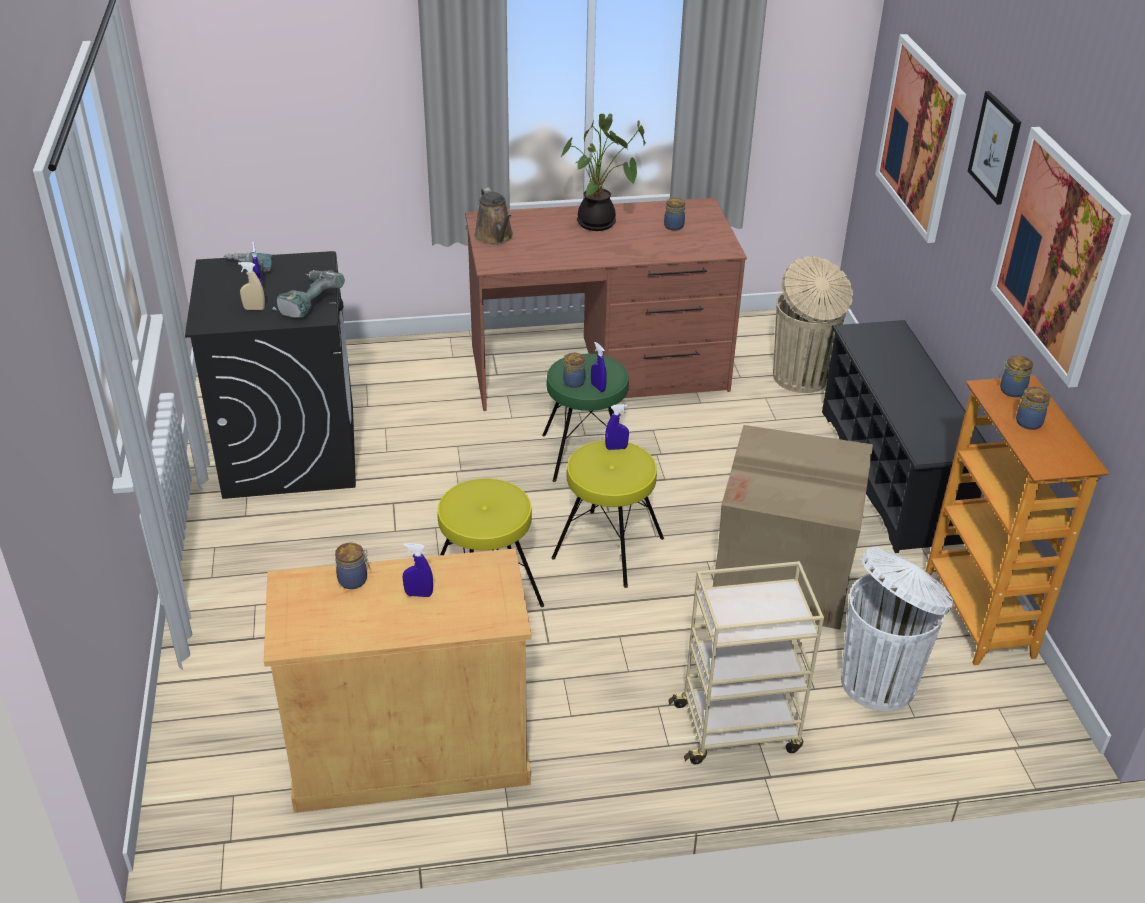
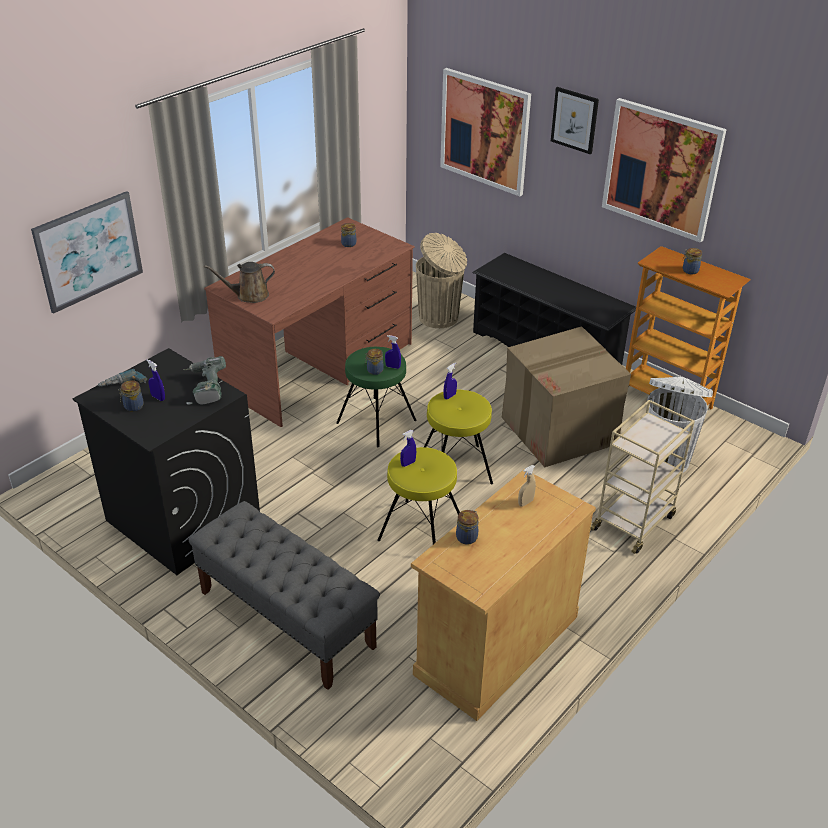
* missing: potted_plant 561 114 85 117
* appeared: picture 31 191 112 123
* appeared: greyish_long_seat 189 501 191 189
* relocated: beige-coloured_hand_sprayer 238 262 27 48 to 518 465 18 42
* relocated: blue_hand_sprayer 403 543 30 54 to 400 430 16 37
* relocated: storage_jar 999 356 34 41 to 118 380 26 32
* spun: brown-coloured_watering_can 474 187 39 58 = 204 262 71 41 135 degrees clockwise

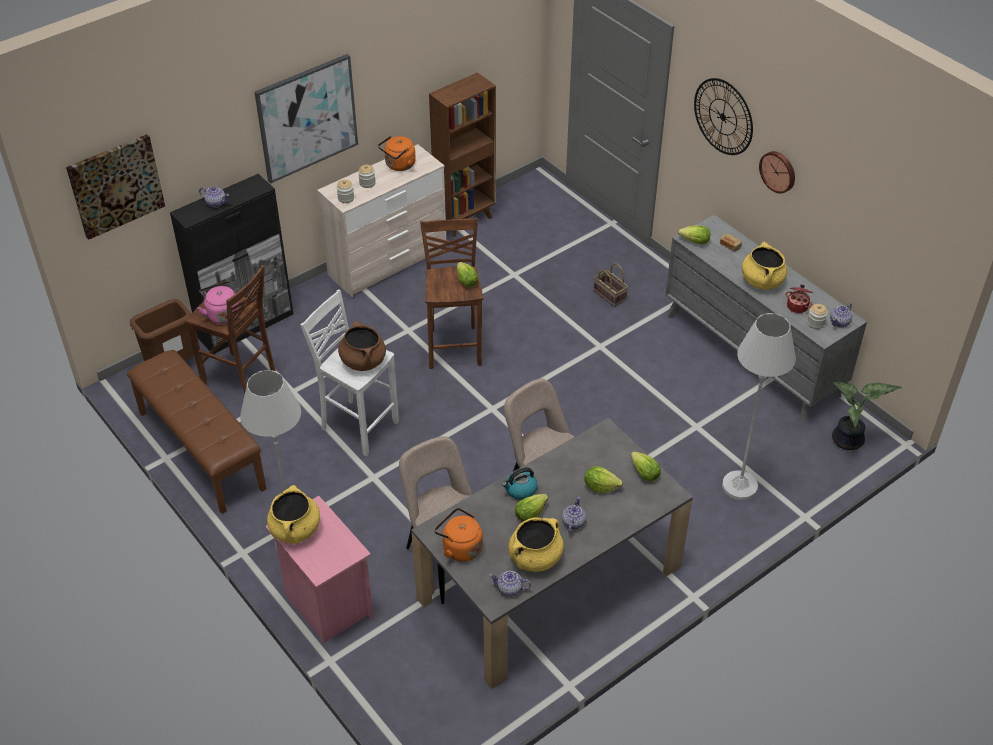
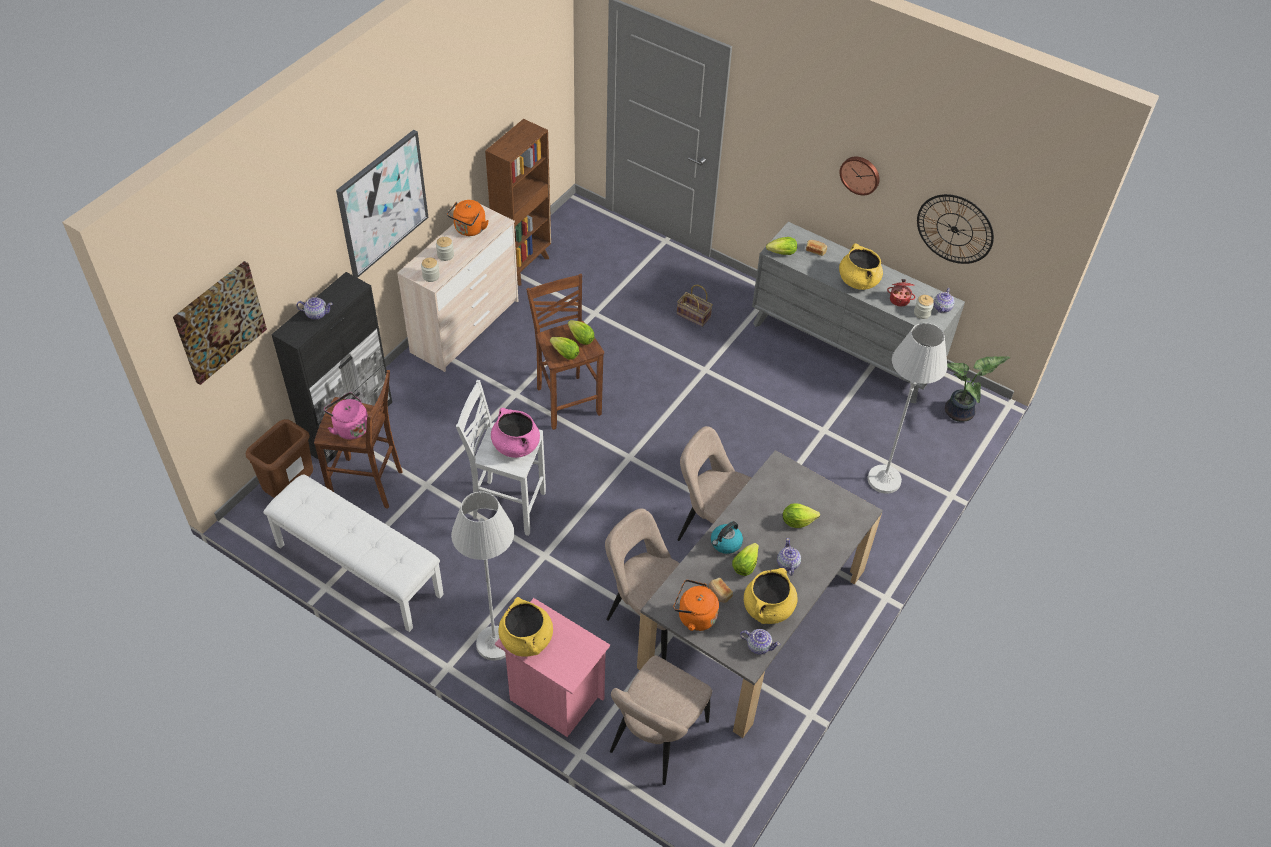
* appeared: beige-coloured_upright_chair 610 656 102 129
* appeared: baked_bread 709 578 24 25
* relocated: lettuce 630 452 31 30 to 550 337 29 23
* relocated: wall_clock 694 78 59 77 to 917 194 77 70
* colour: brown-coloured_long_seat 127 350 139 164 to white_long_seat 264 474 180 158
* colour: brown-coloured_cooking_pot 338 321 48 50 to pink-coloured_cooking_pot 491 408 49 50
* spun: tea_pot 489 571 42 26 = 740 629 40 26 150 degrees counterclockwise

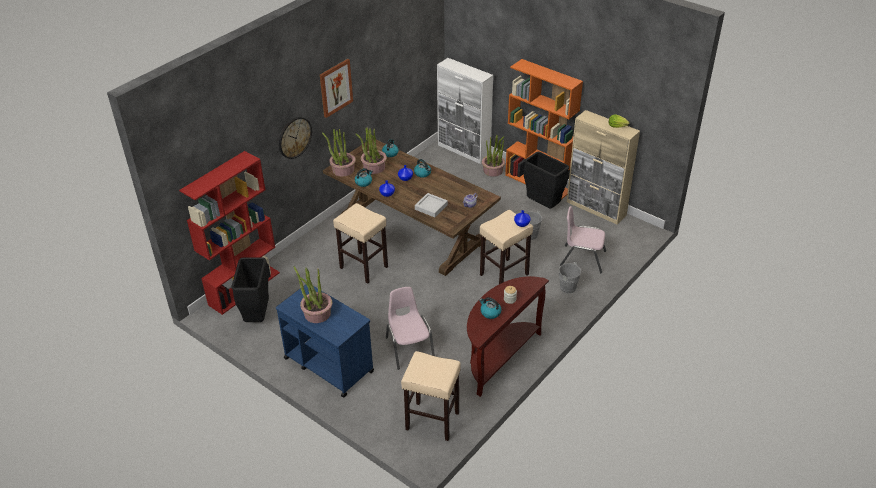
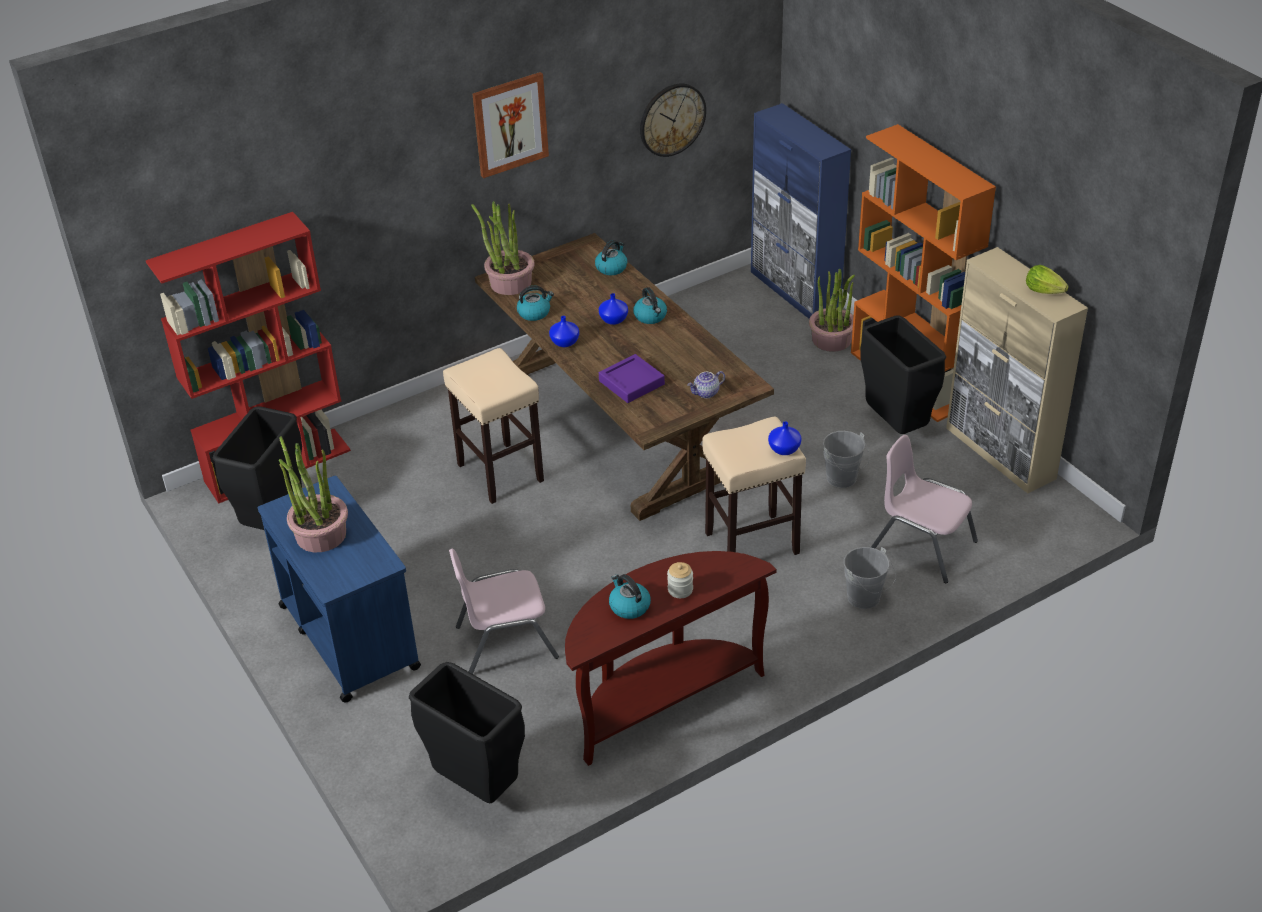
* missing: potted_plant 356 127 31 47
* relocated: wall_clock 279 117 33 42 to 640 84 66 73
* exchanged: beige-coloured_stool_seat 401 351 60 90 to black_trash_can 409 662 116 142
* colour: greyish_tray 415 193 33 24 to purplish_tray 599 354 66 49
* colour: white_storage_cabinet 437 58 56 106 to blue_storage_cabinet 751 103 100 216
* spun: pink-coloured_upright_chair 386 287 49 83 = 449 548 110 126 105 degrees counterclockwise

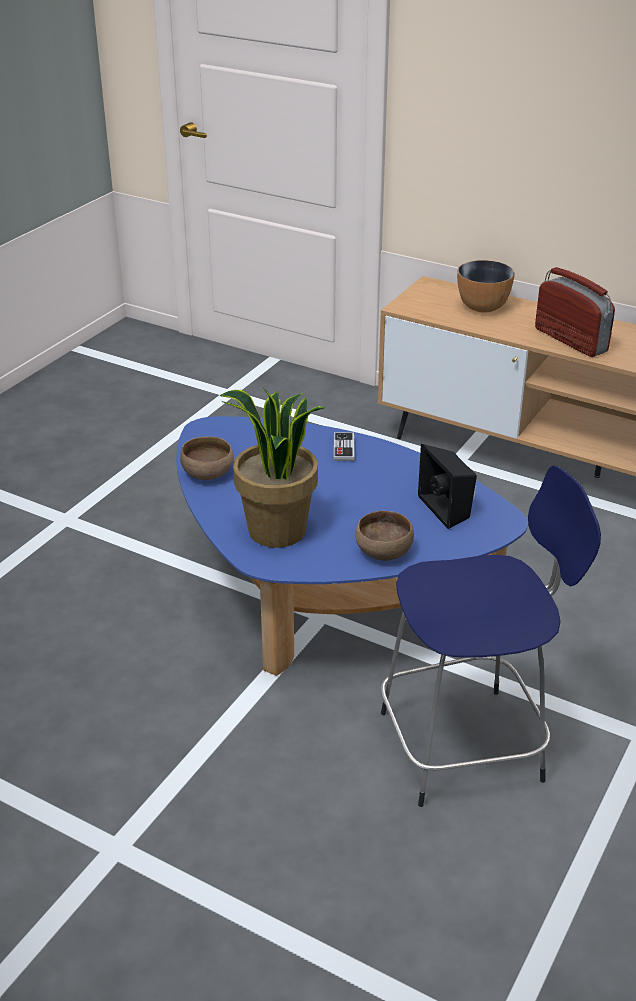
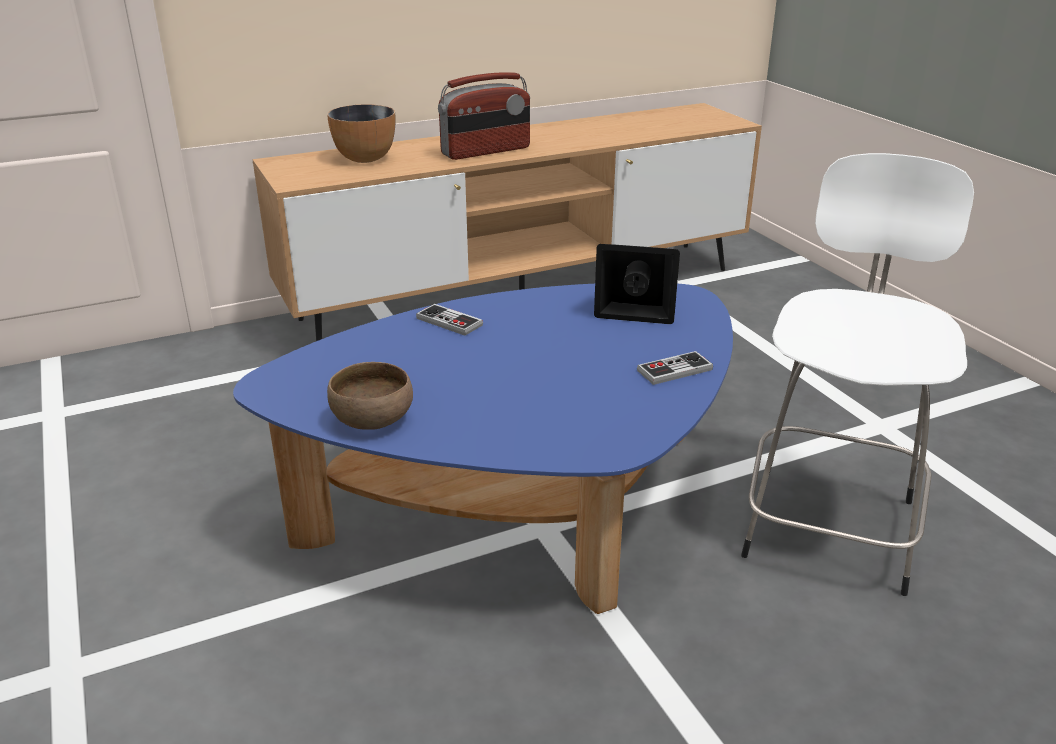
* missing: potted_plant 220 388 105 160
* exchanged: brown-coloured_deep_dish 355 511 59 50 to game_controller 637 351 76 34
* colour: blue_stool_seat 381 465 220 342 to white_stool_seat 741 153 233 443
* spun: radio_receiver 535 267 80 90 = 438 72 92 88 150 degrees clockwise

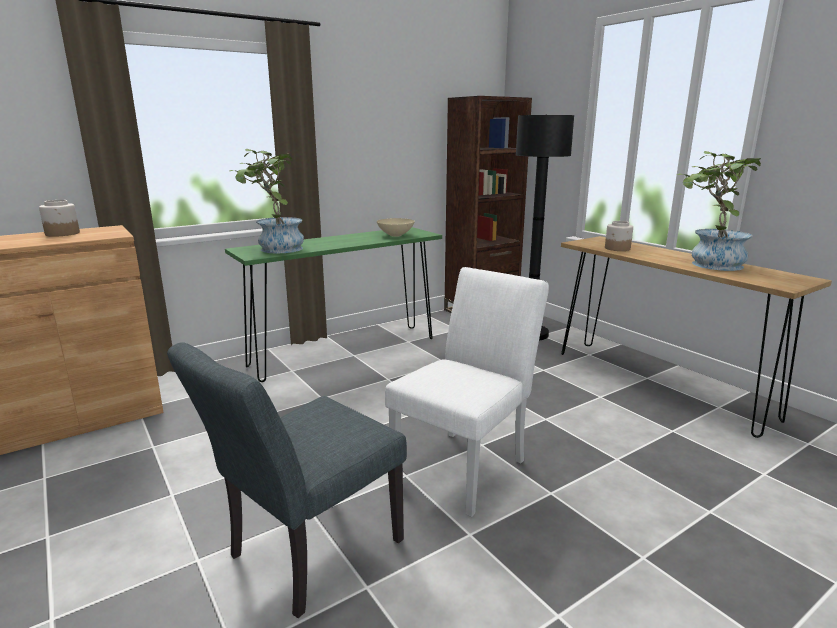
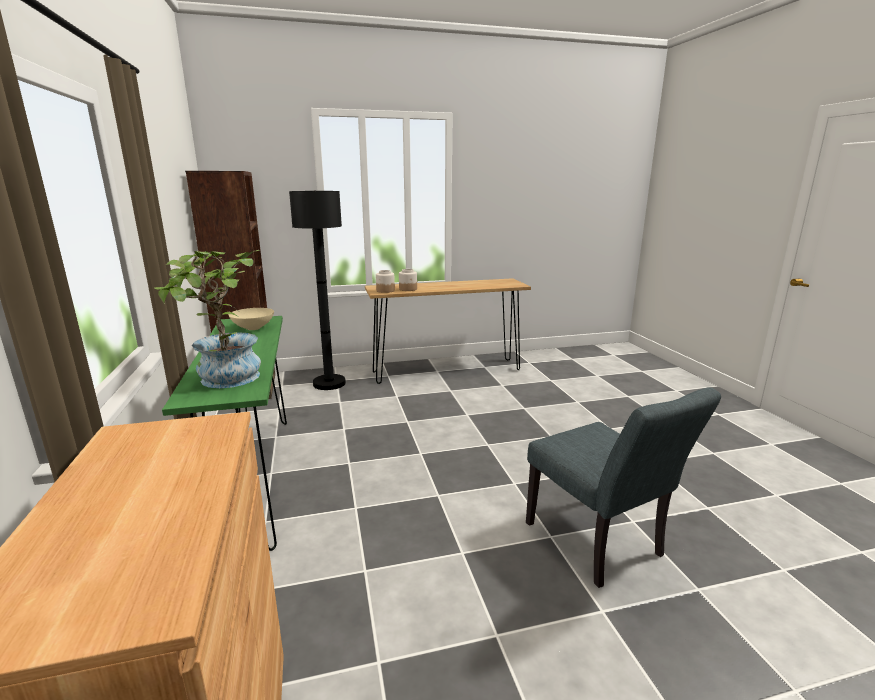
* missing: white_upright_chair 385 267 164 250
* missing: potted_plant 677 151 84 120
* relocated: storage_jar 39 200 41 37 to 376 270 19 23

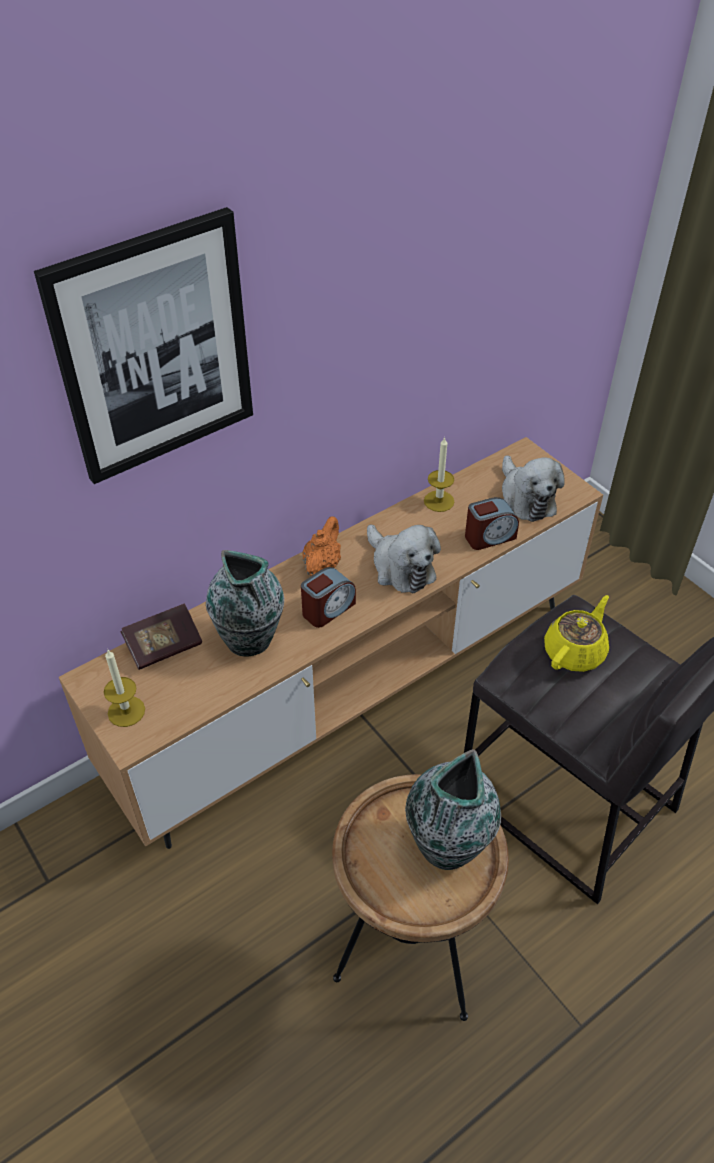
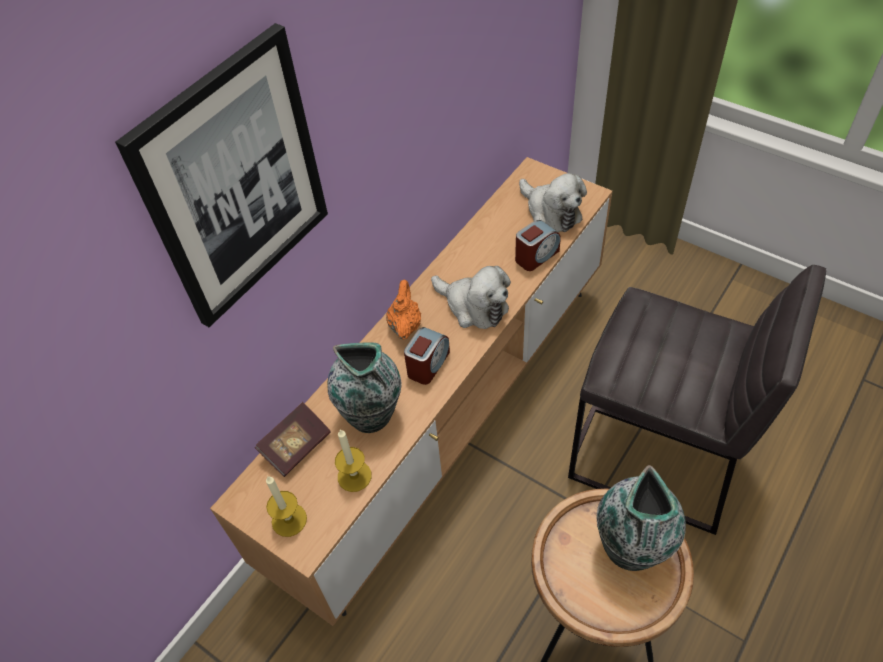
* missing: yellow-coloured_tea_pot 544 595 65 77
* relocated: wax_light 424 437 30 75 to 335 429 37 63

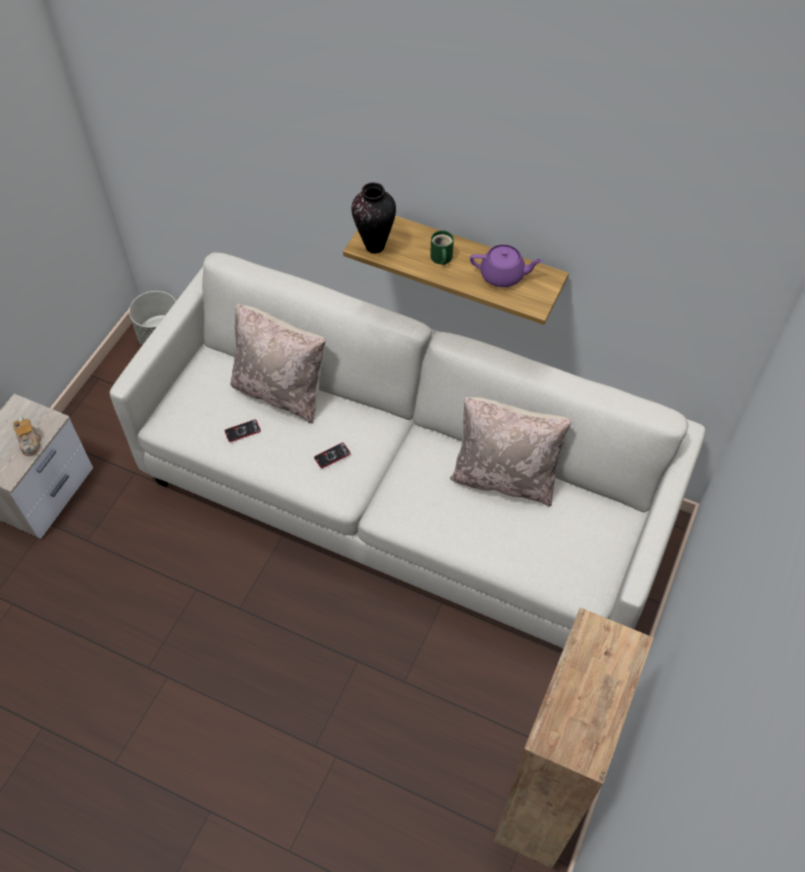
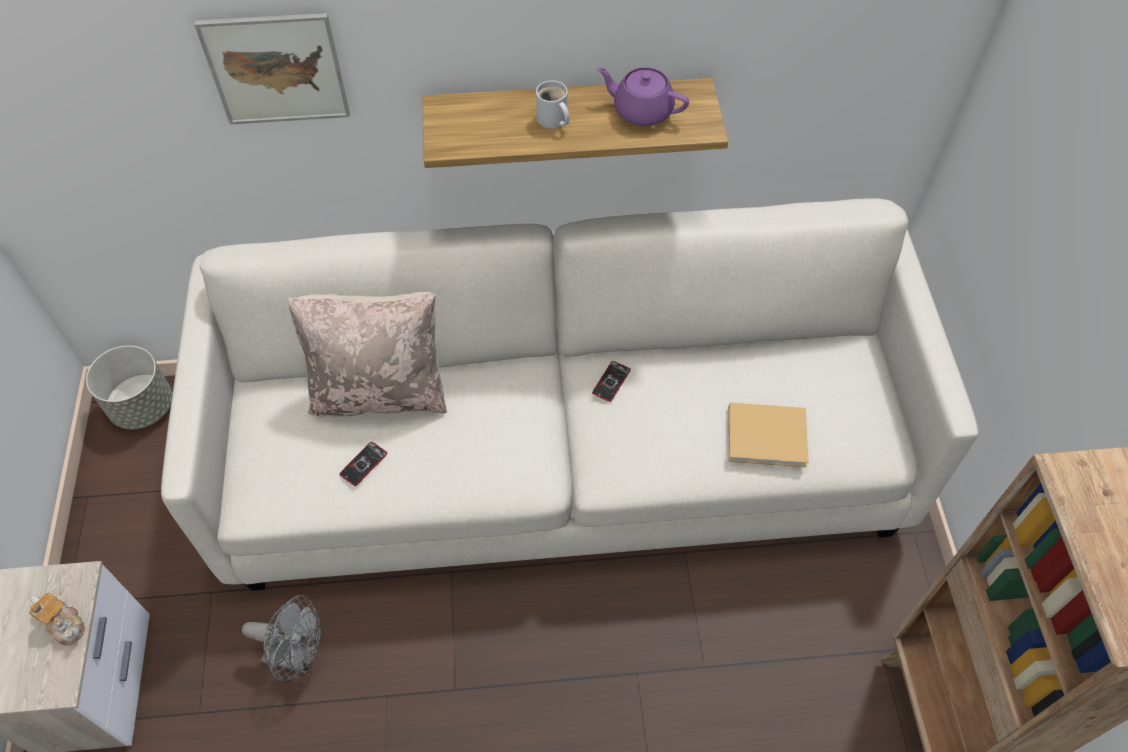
* missing: decorative_vase 351 182 45 71
* missing: beige-coloured_throw_pillow 450 396 122 110
* appeared: picture 194 13 156 111
* appeared: greyish_electric_fan 242 595 79 87
* appeared: beige-coloured_bound_book 728 403 81 64
* relocated: phone 314 443 37 25 to 592 361 39 41
* colour: green_coffee_mug 430 230 24 35 to white_coffee_mug 536 80 34 49
* spun: purplish_tea_pot 470 244 73 43 = 597 67 92 59 135 degrees counterclockwise

